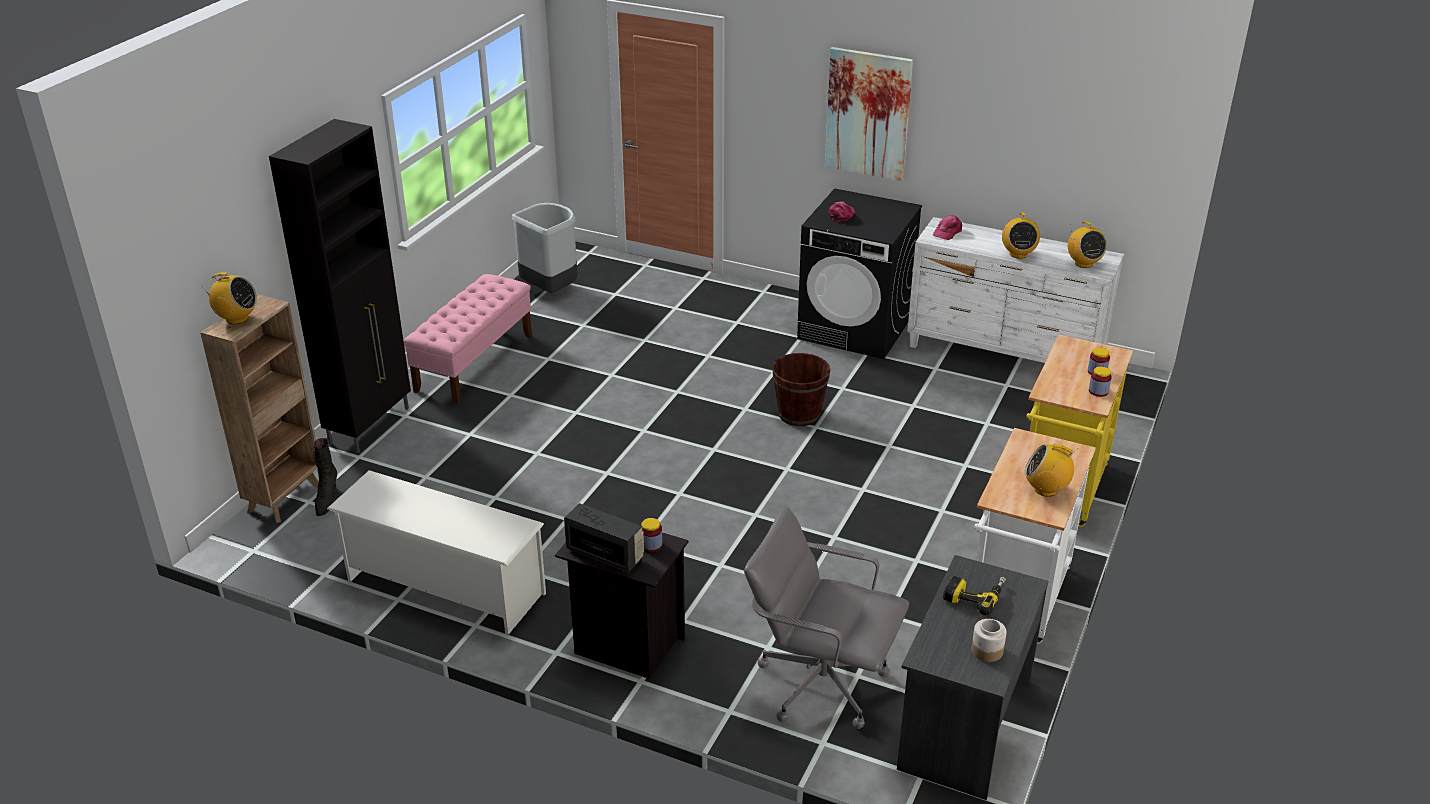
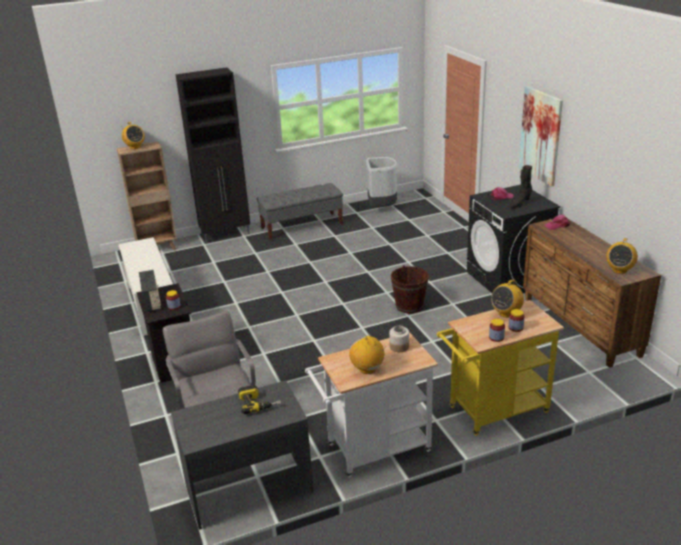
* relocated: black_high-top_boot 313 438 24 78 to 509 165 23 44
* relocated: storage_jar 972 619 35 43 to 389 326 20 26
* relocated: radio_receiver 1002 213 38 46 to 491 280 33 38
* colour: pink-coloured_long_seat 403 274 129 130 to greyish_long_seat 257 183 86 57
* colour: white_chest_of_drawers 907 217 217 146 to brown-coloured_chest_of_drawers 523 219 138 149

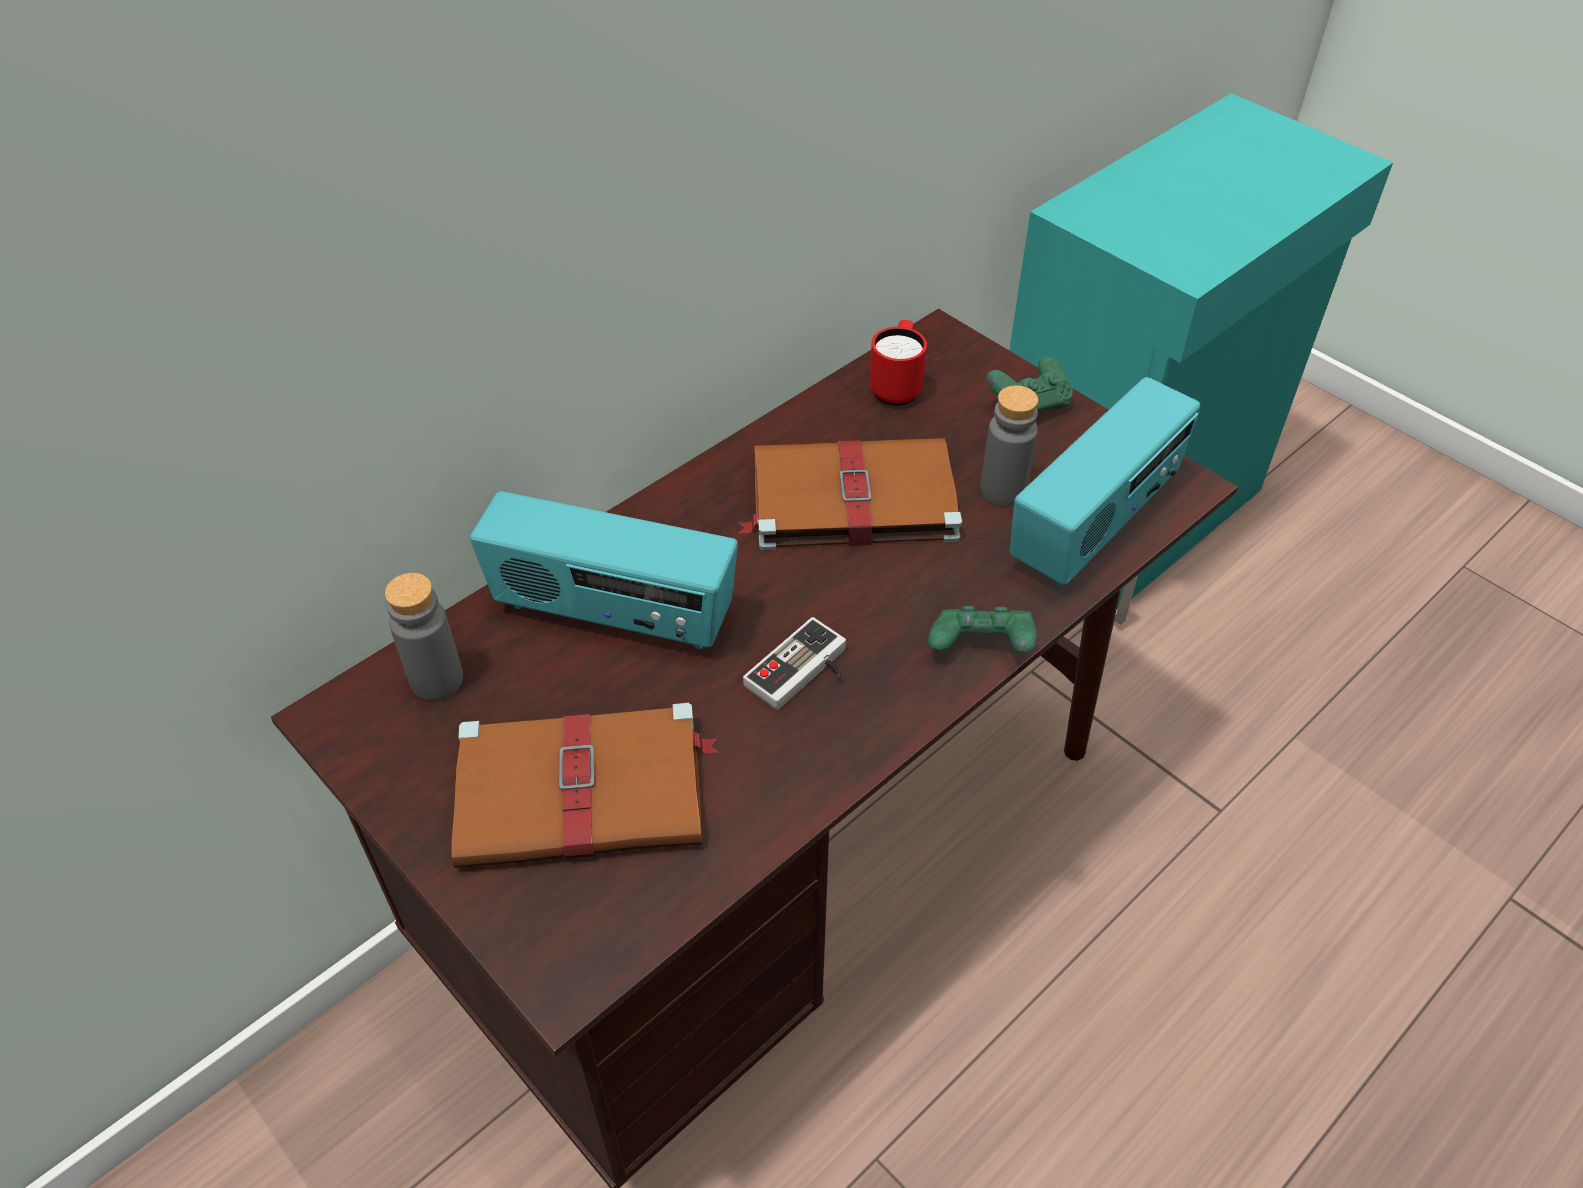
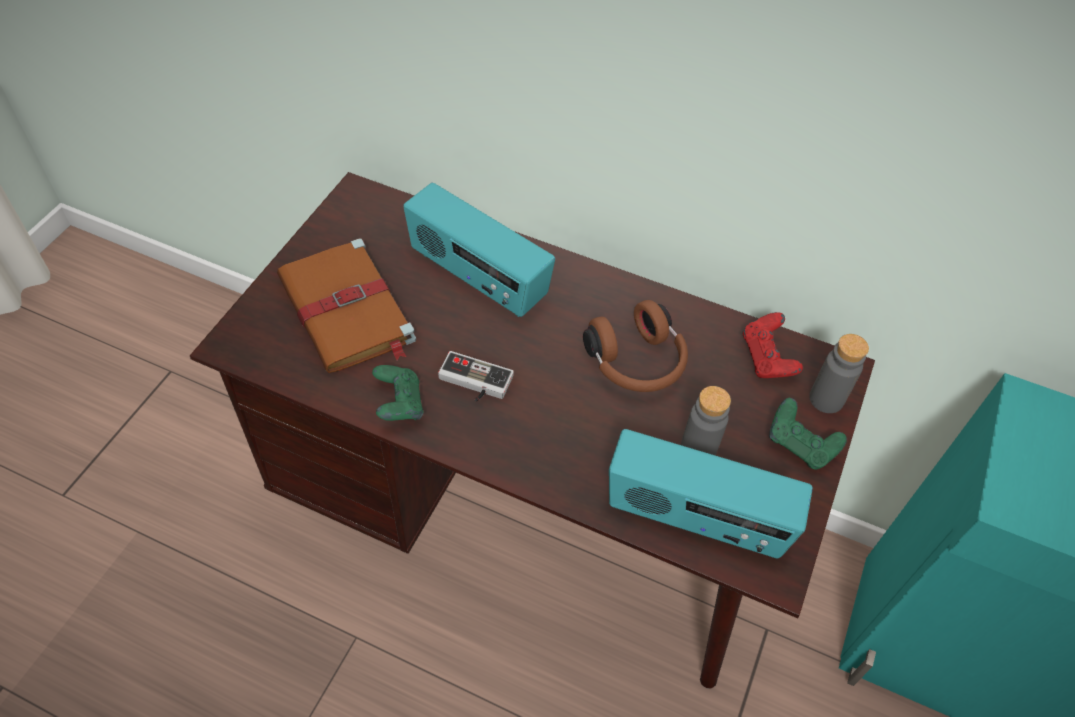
* relocated: greyish_beverage_bottle 385 573 78 127 to 809 334 60 79
* relocated: green_game_controller 928 606 109 46 to 372 365 52 56
* exchanged: brown-coloured_bound_book 739 438 223 113 to brown-coloured_headphones 583 300 105 92
* exchanged: red-coloured_coffee_mug 869 320 58 86 to red-coloured_game_controller 742 312 61 66
* spun: radio_receiver 470 491 268 158 = 404 183 151 134 45 degrees counterclockwise

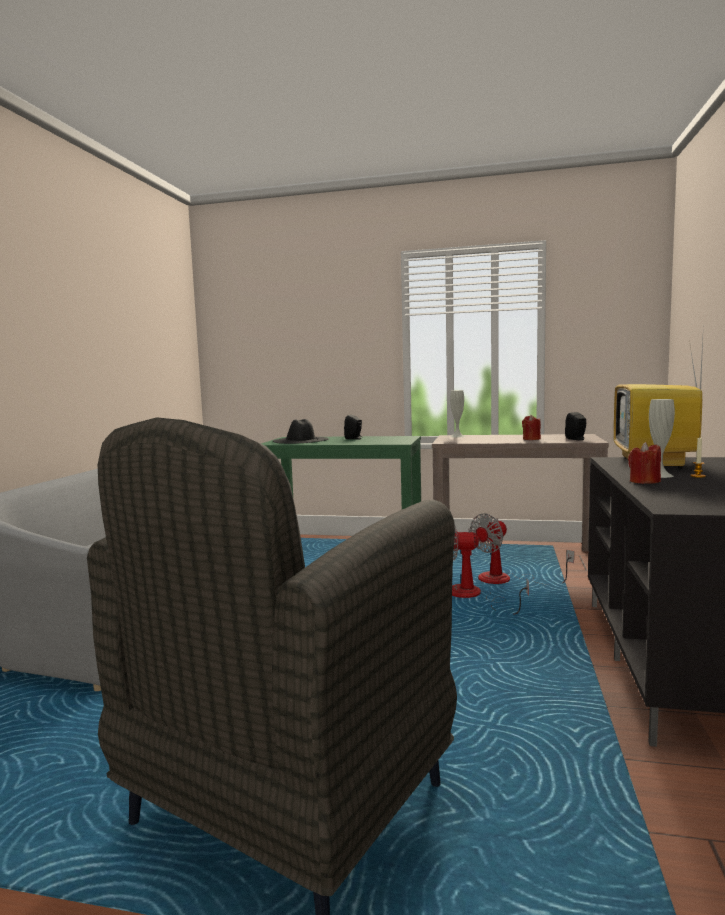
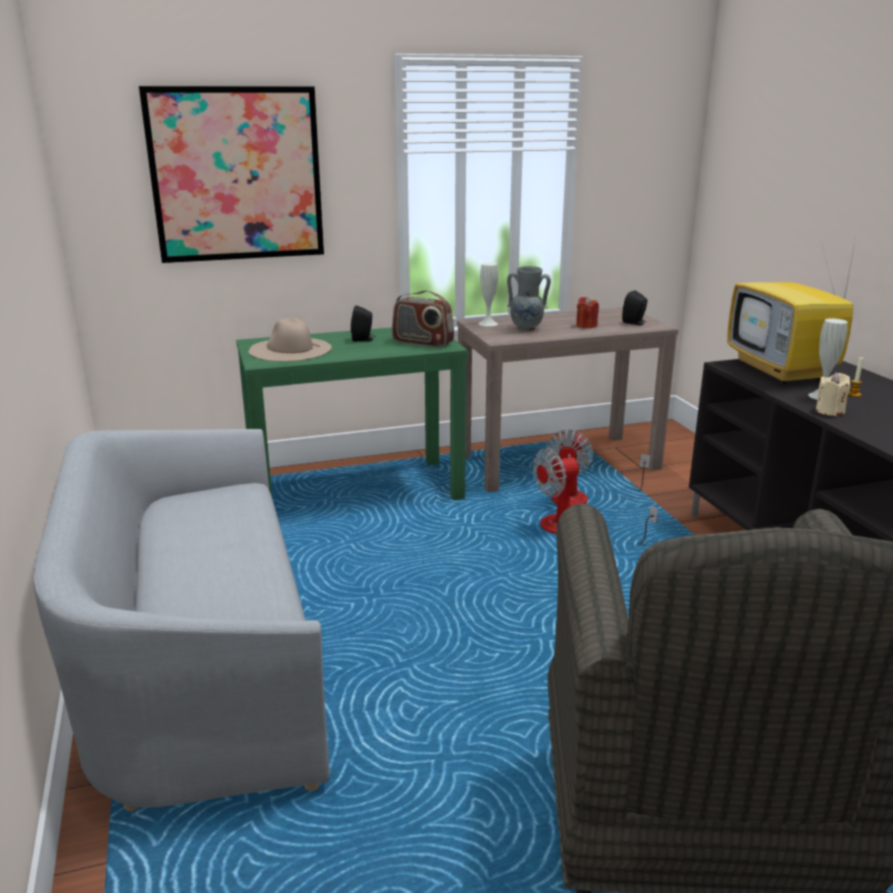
* appeared: picture 139 86 185 177
* appeared: radio_receiver 392 290 62 58
* appeared: greyish_decorative_vase 507 266 44 65
* colour: black_hat 273 419 56 25 to beige-coloured_hat 249 318 83 44
* colour: red-coloured_wax_light 628 442 33 42 to beige-coloured_wax_light 816 372 34 44

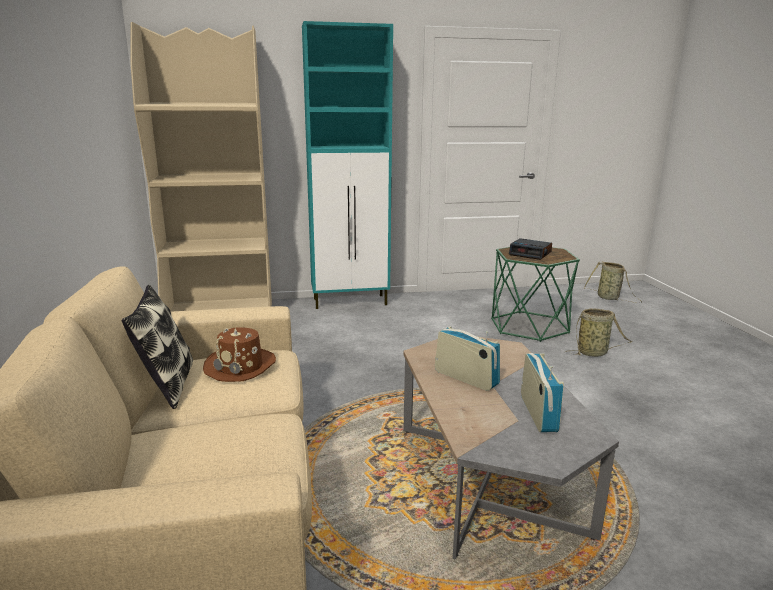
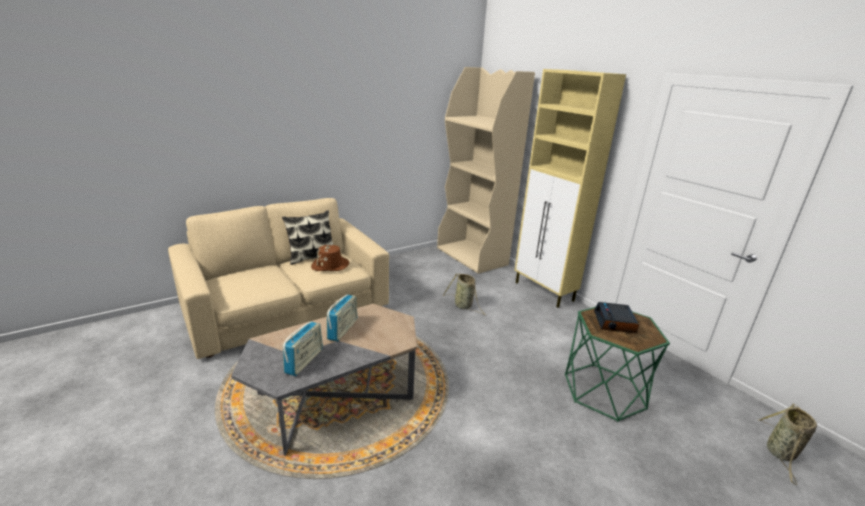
* relocated: storage_basket 565 308 67 49 to 443 273 42 42
* colour: turquoise_storage_cabinet 302 21 91 288 to beige-coloured_storage_cabinet 515 69 111 239
* spun: radio_receiver 521 353 43 79 = 283 321 40 55 45 degrees counterclockwise

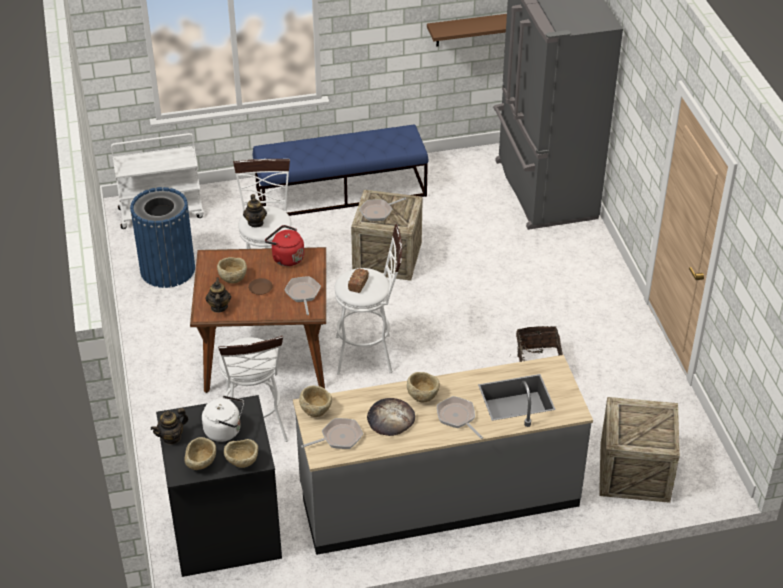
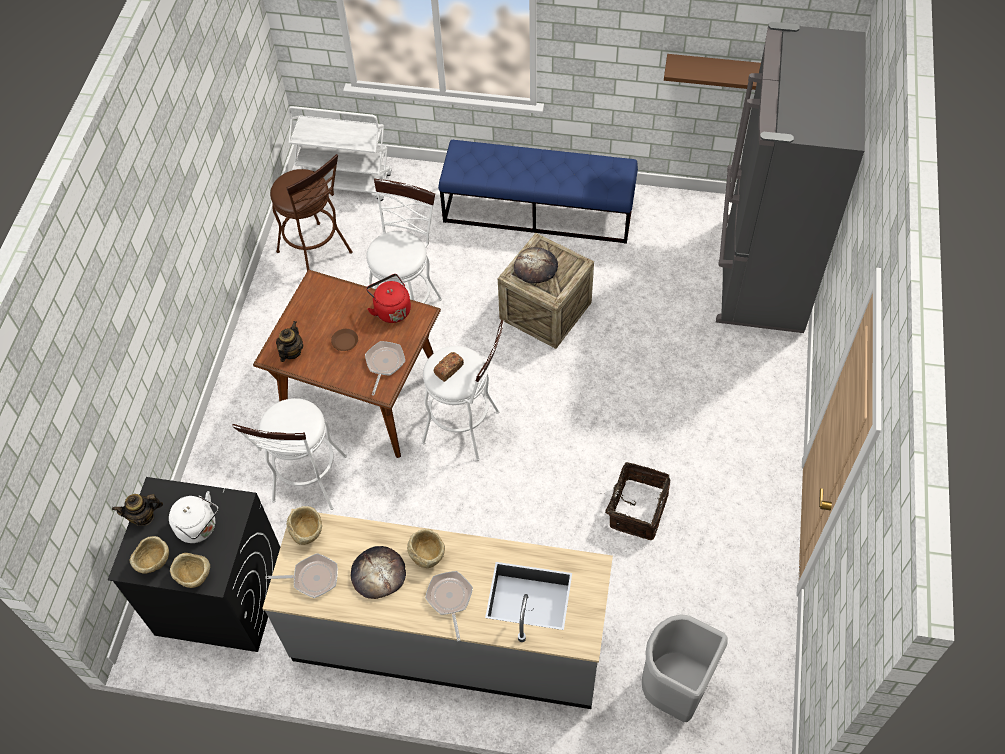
* missing: beige-coloured_deep_dish 217 257 30 27
* missing: tea_pot 243 194 24 33
* exchanged: blue_trash_can 130 187 65 101 to brown-coloured_stool_seat 270 154 83 117
* exchanged: frying_pan 359 198 47 23 to baked_bread 514 247 44 36
* exchanged: crate 599 397 81 106 to greyish_trash_can 642 614 85 108

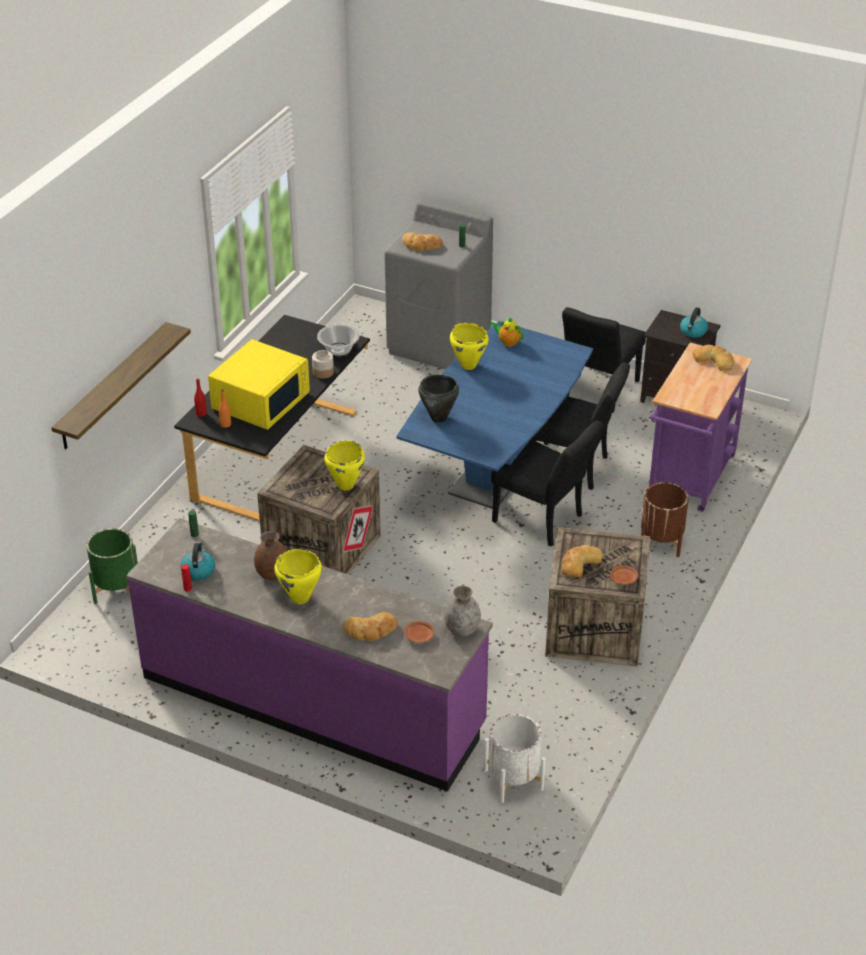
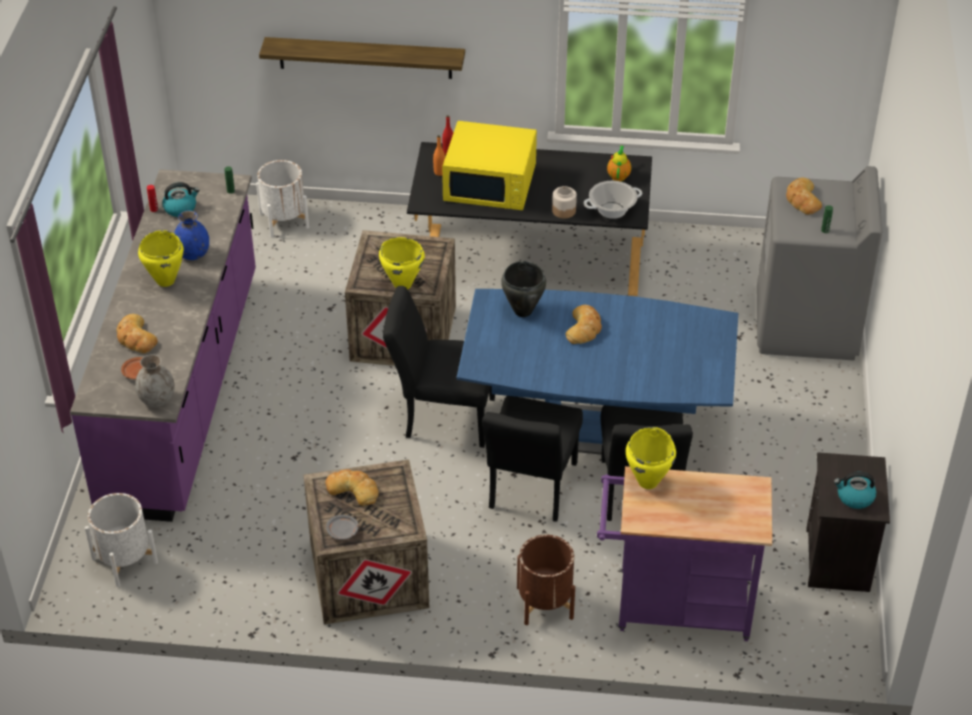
* relocated: yellow-coloured_cooking_pot 450 323 39 47 to 626 427 50 62
* relocated: tea_pot 489 317 35 30 to 607 146 24 36
* relocated: black_upright_chair 562 307 84 106 to 383 286 112 162
* relocated: baked_bread 693 345 42 26 to 566 305 36 39
* colour: green_planter 86 528 52 76 to white_planter 256 160 53 78
* colour: brown-coloured_decorative_vase 254 531 33 49 to blue_decorative_vase 174 210 35 50
* colour: brown-coloured_dinner_plate 610 565 28 20 to greyish_dinner_plate 326 515 33 25

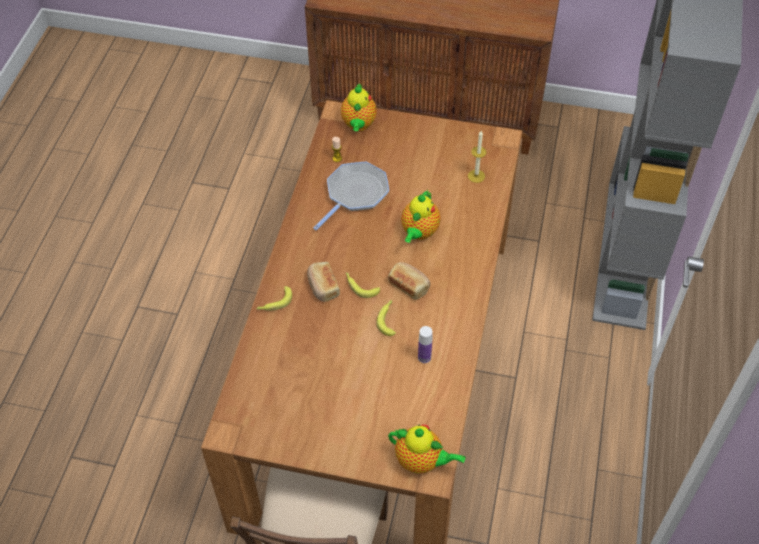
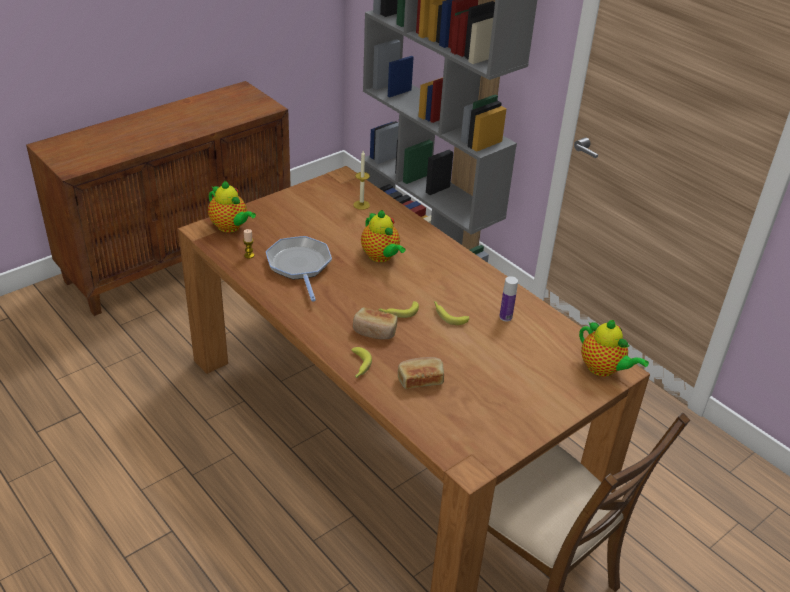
* relocated: baked_bread 388 262 42 38 to 398 357 46 32
* spun: tea_pot 388 424 77 49 = 579 320 70 57 75 degrees clockwise

